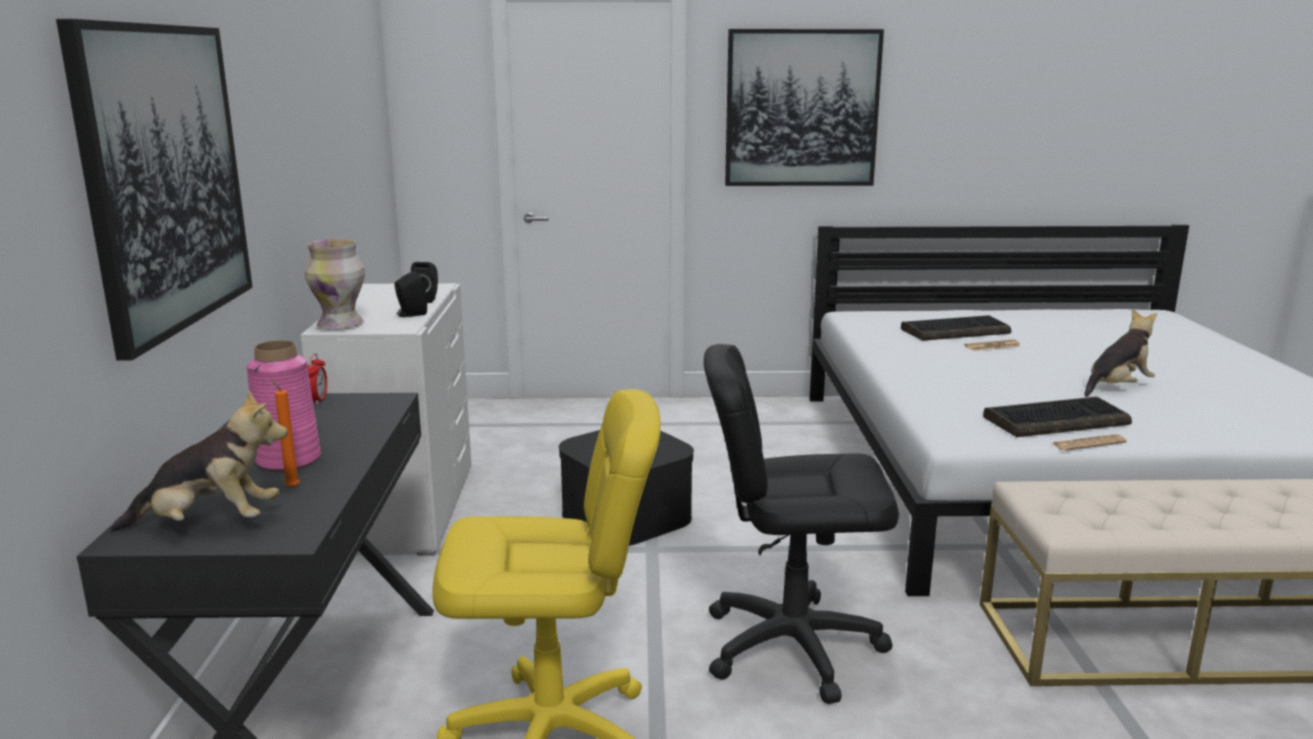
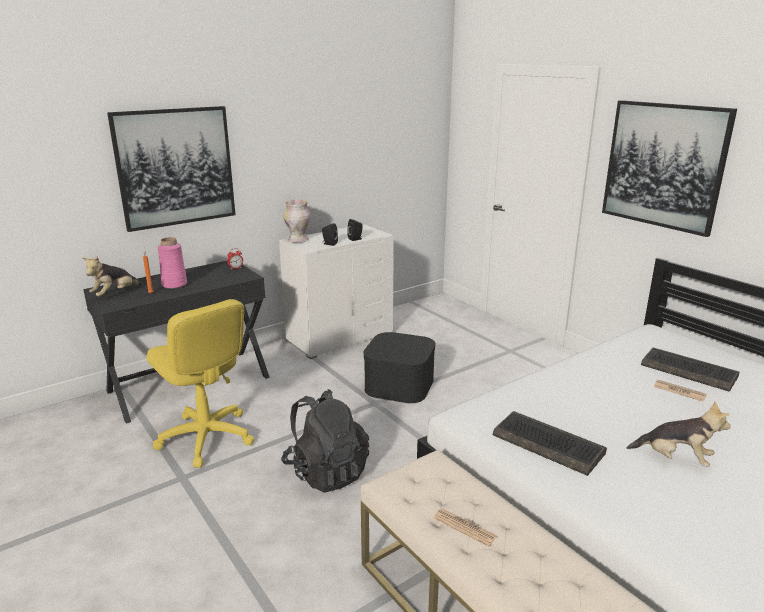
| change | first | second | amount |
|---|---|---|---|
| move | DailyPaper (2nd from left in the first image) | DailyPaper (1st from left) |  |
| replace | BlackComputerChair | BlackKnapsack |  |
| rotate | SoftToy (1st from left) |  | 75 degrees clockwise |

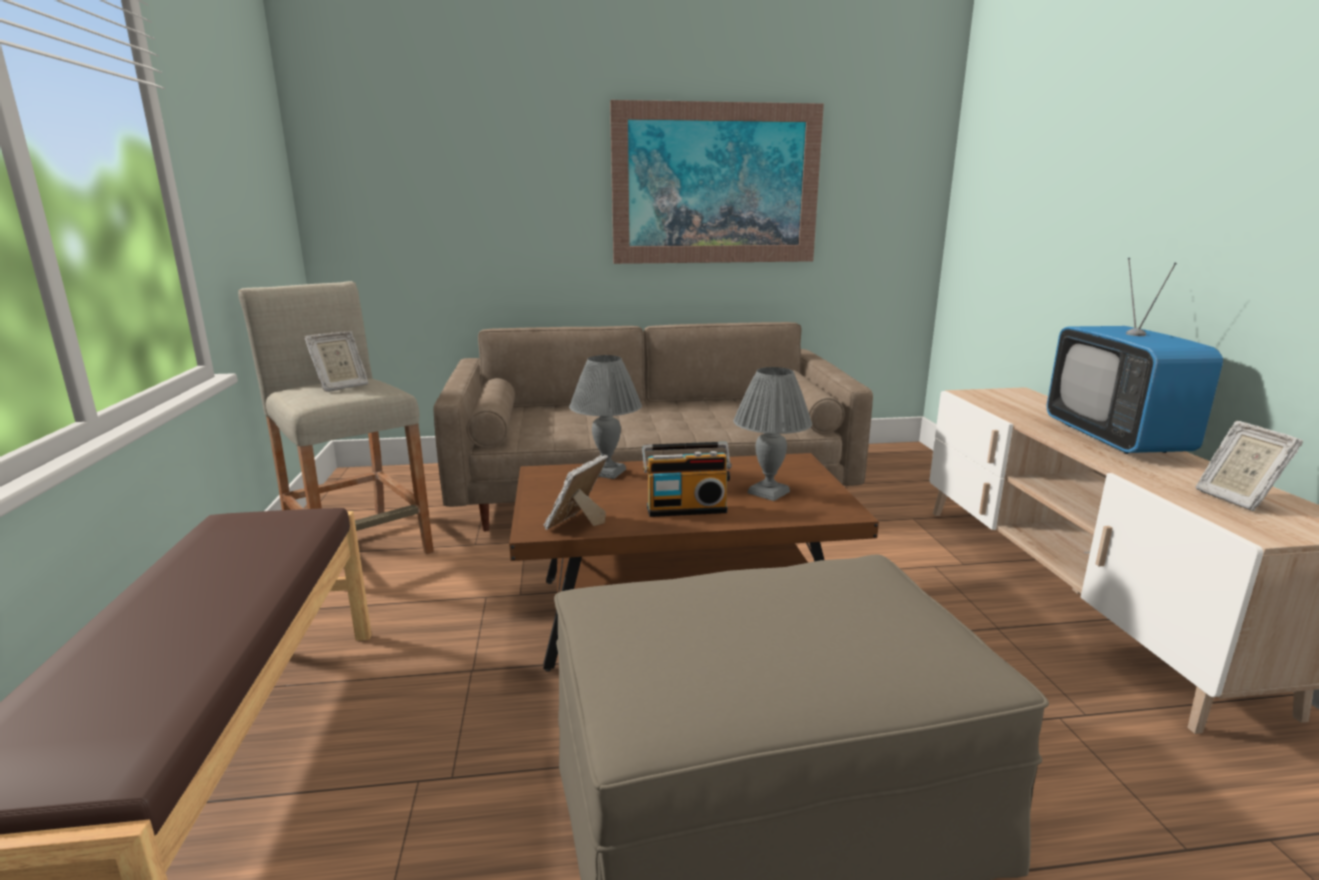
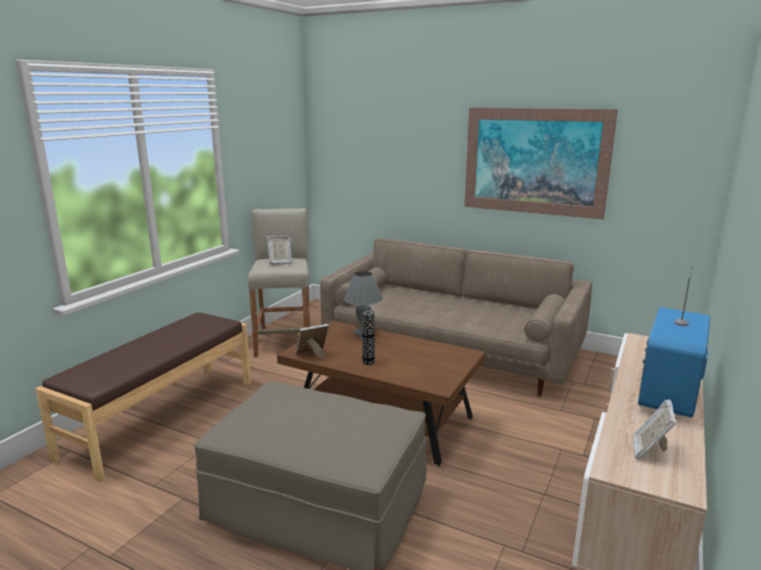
| change | first | second | amount |
|---|---|---|---|
| delete | GreyishTableLamp (2nd from left) |  |  |
| replace | Radio | FlowerVase |  |

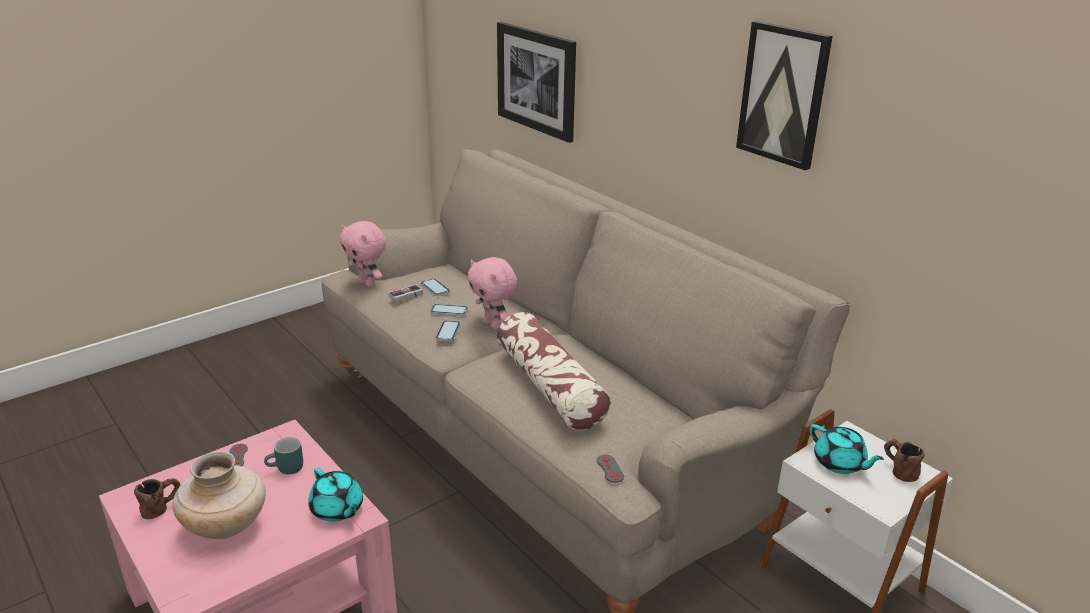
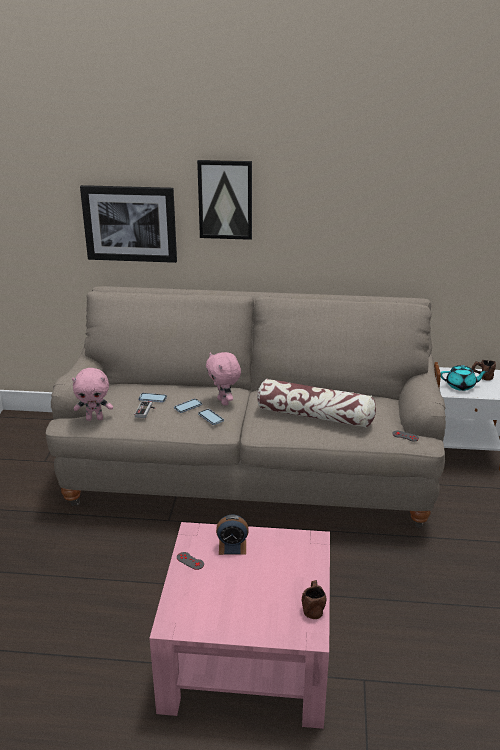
| change | first | second | amount |
|---|---|---|---|
| delete | SandColouredFlowerVase |  |  |
| delete | TurquoiseTeaPot (1st from left) |  |  |
| move | BrownishCoffeeMug (1st from left) |  |  |
| move | Picture (2nd from left) |  |  |
| replace | TurquoiseCoffeeMug | TableClock |  |
| rotate | PinkishSoftToy (2nd from left) |  | 60 degrees clockwise |

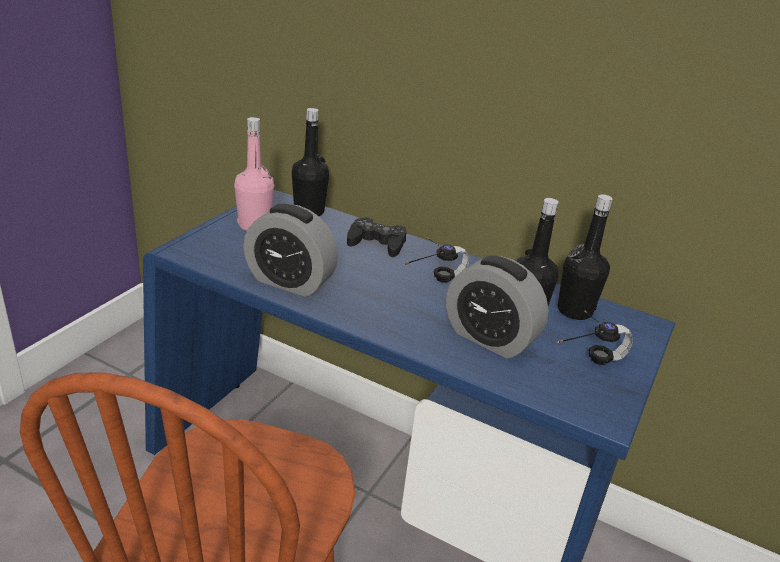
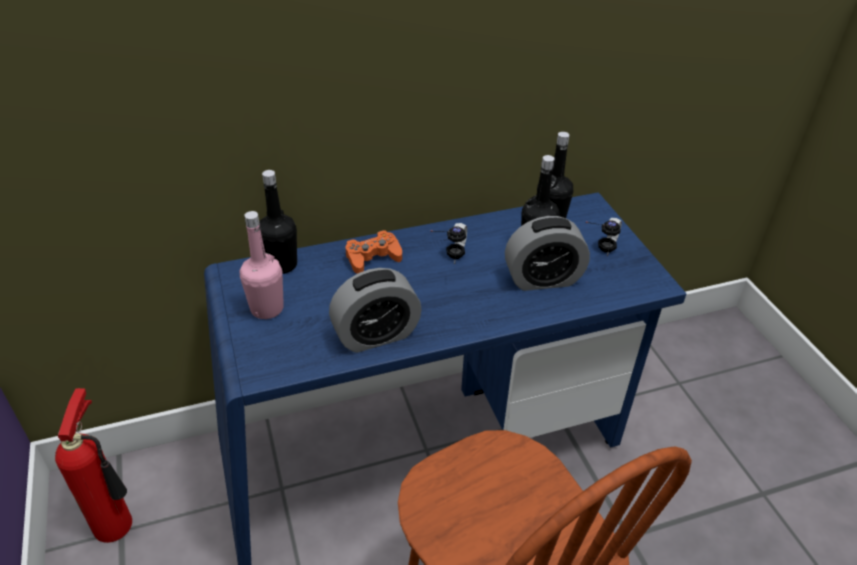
| change | first | second | amount |
|---|---|---|---|
| insert |  | FireExtinguisher |  |
| recolor | BlackJoypad | OrangeColouredJoypad |  |

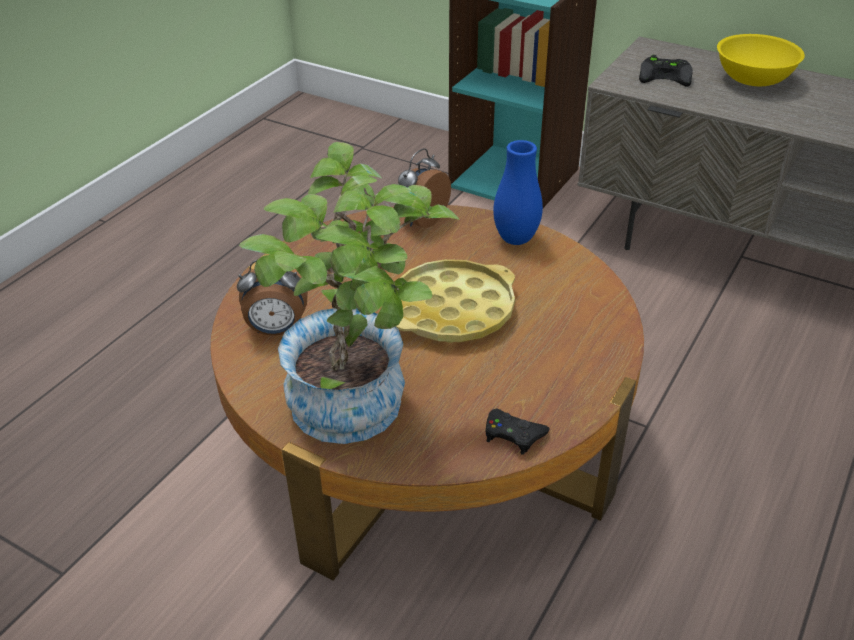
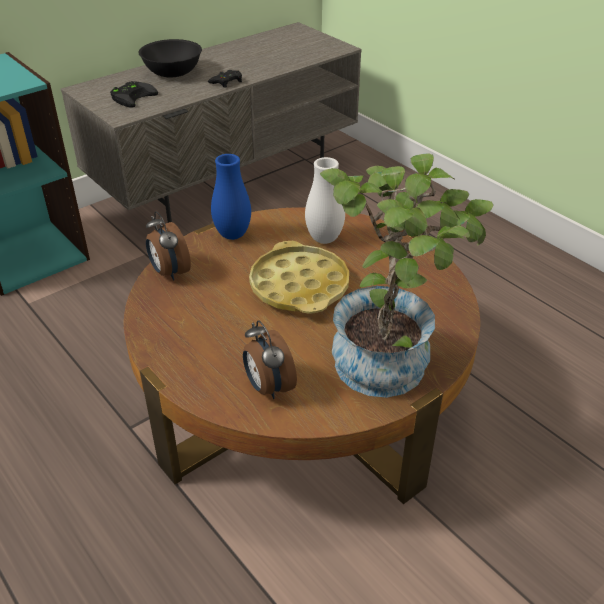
| change | first | second | amount |
|---|---|---|---|
| insert |  | WhiteFlowerVase |  |
| move | BlackJoypad (1st from left in the first image) | BlackJoypad (2nd from left) |  |
| recolor | YellowServingBowl | BlackServingBowl |  |
| rotate | TableClock (1st from left in the first image) | TableClock (2nd from left) | 135 degrees clockwise |

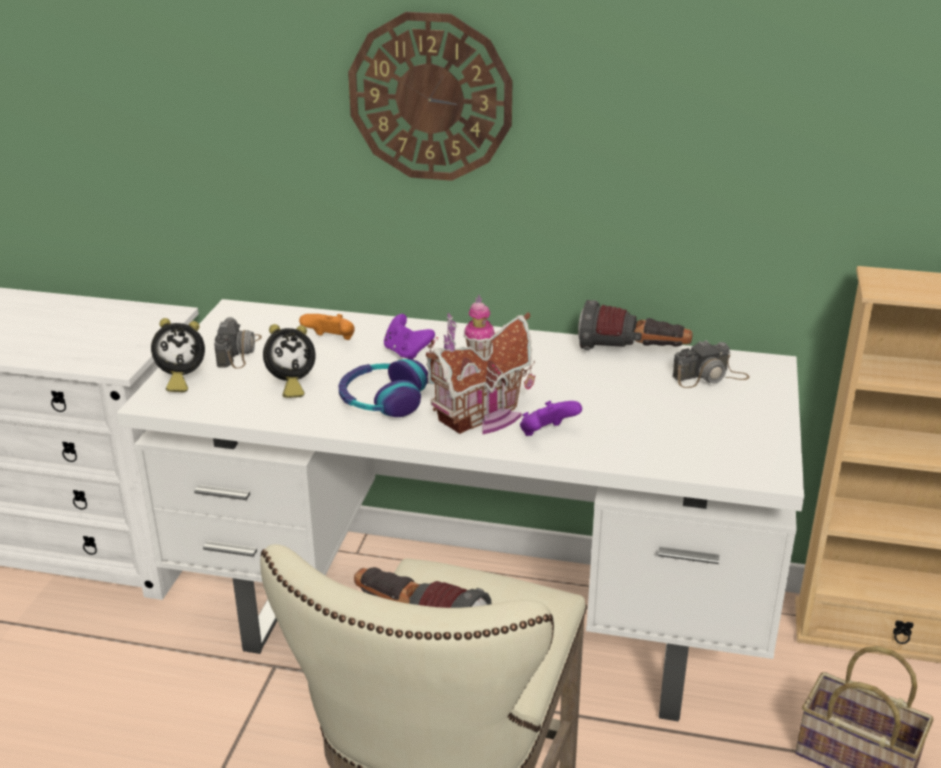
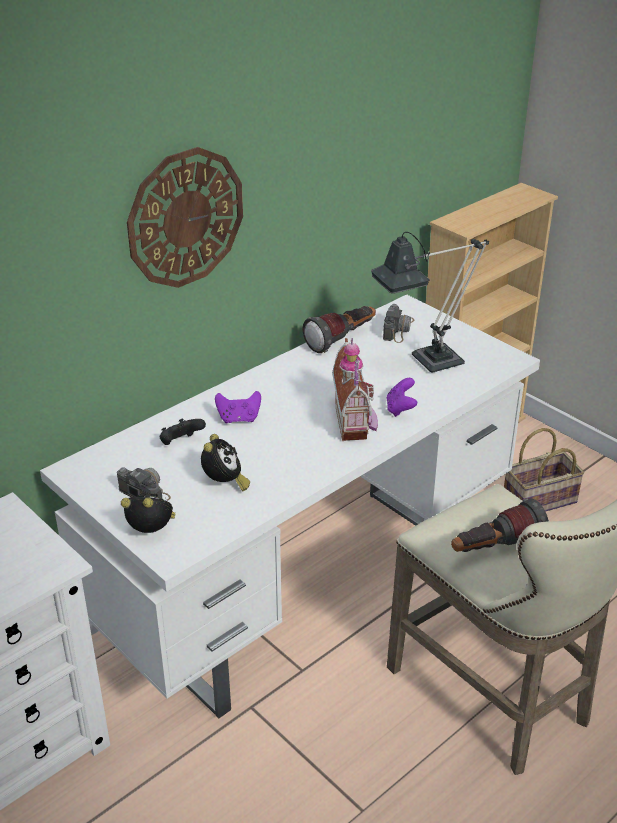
| change | first | second | amount |
|---|---|---|---|
| delete | Headphones |  |  |
| insert |  | TableLamp |  |
| recolor | OrangeColouredJoypad | BlackJoypad |  |
| rotate | TableClock (1st from left) |  | 90 degrees counterclockwise |

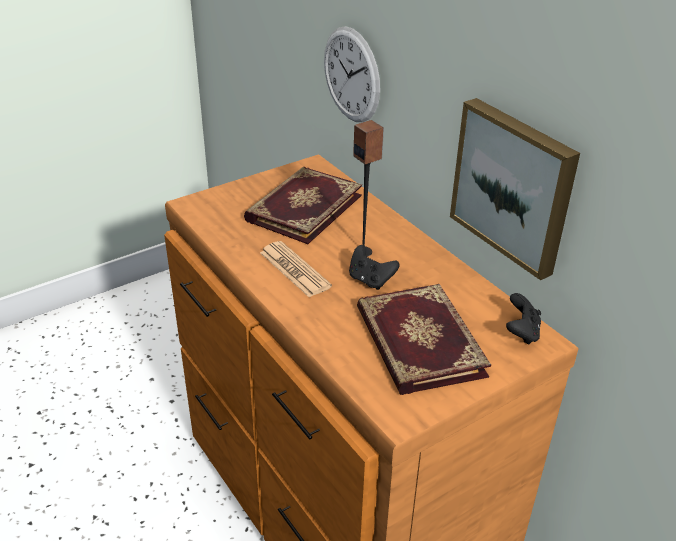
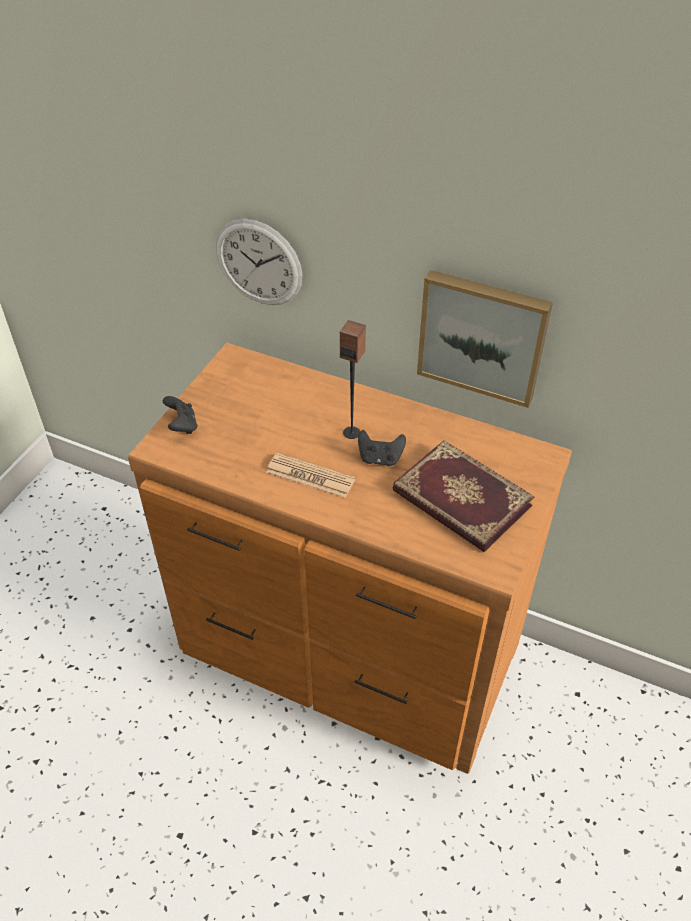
| change | first | second | amount |
|---|---|---|---|
| delete | Volume (1st from left) |  |  |
| move | BlackJoypad (2nd from left in the first image) | BlackJoypad (1st from left) |  |

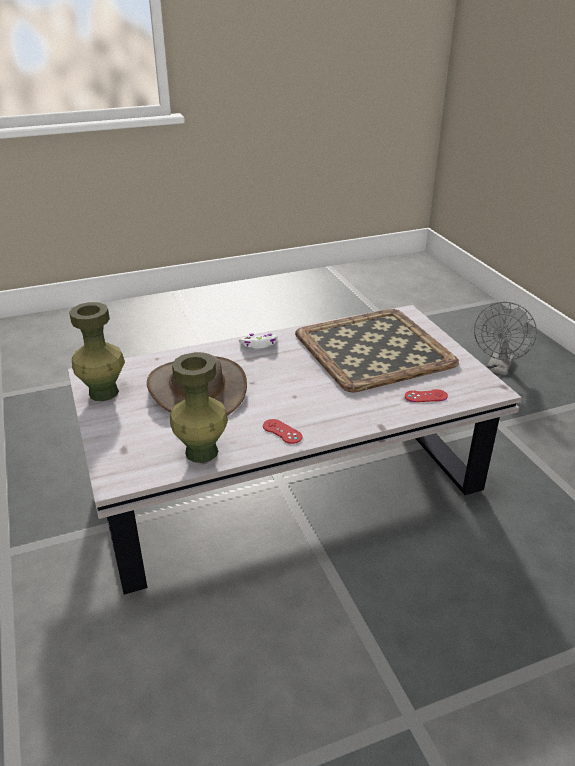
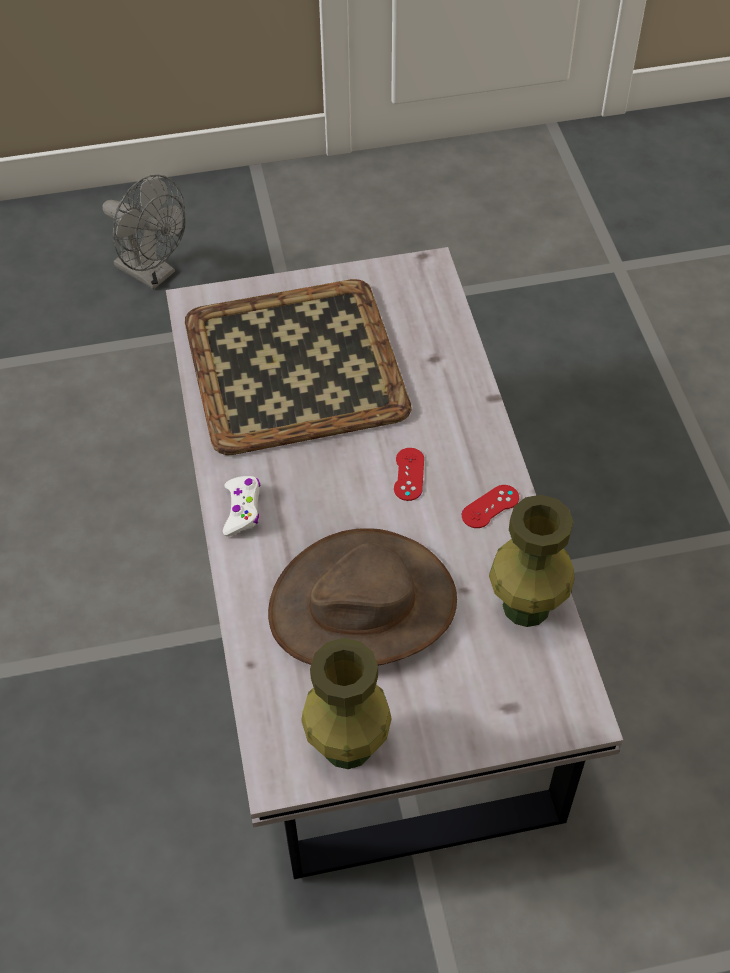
| change | first | second | amount |
|---|---|---|---|
| move | RedColouredJoypad (2nd from left in the first image) | RedColouredJoypad (1st from left) |  |

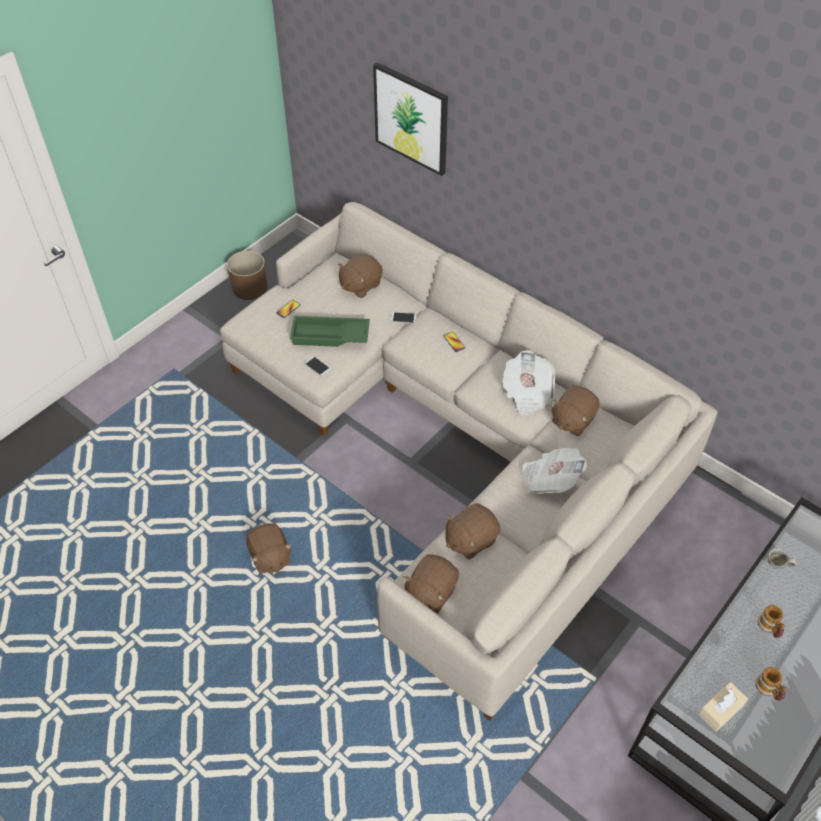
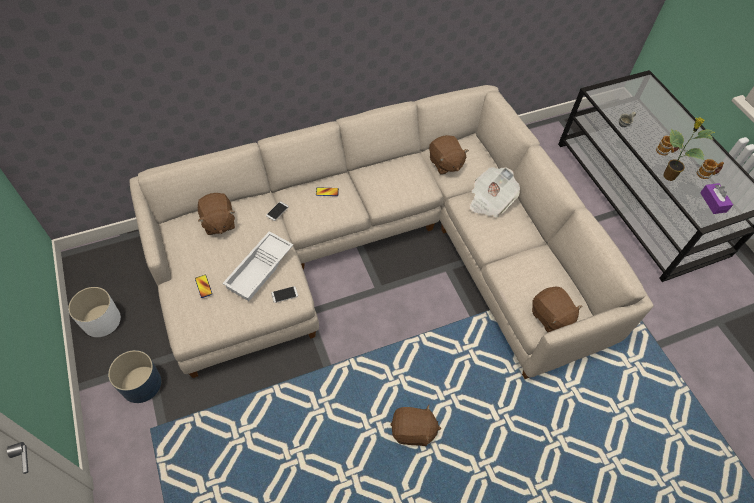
| change | first | second | amount |
|---|---|---|---|
| delete | Picture |  |  |
| delete | BrownishSoftToy (4th from left) |  |  |
| delete | DailyPaper (1st from left) |  |  |
| insert |  | BluePlantPot |  |
| insert |  | PottedPlant |  |
| recolor | BrownishPlantPot | WhitePlantPot |  |
| recolor | GreenishServingTray | WhiteServingTray |  |
| recolor | SandColouredBoxOfTissues | PurpleColouredBoxOfTissues |  |

